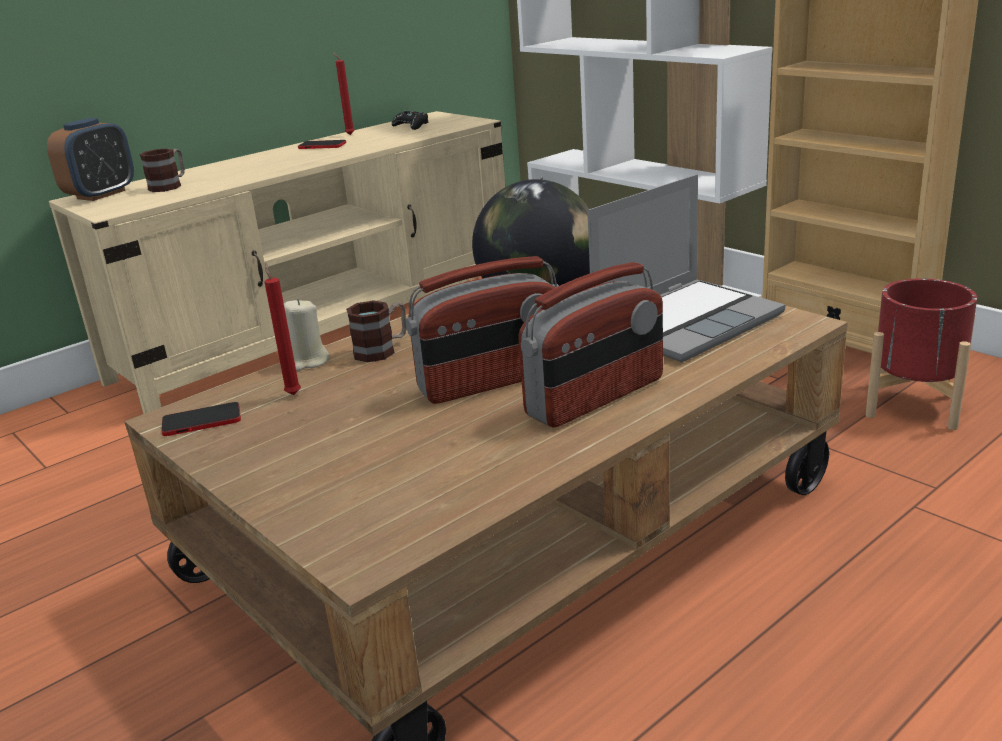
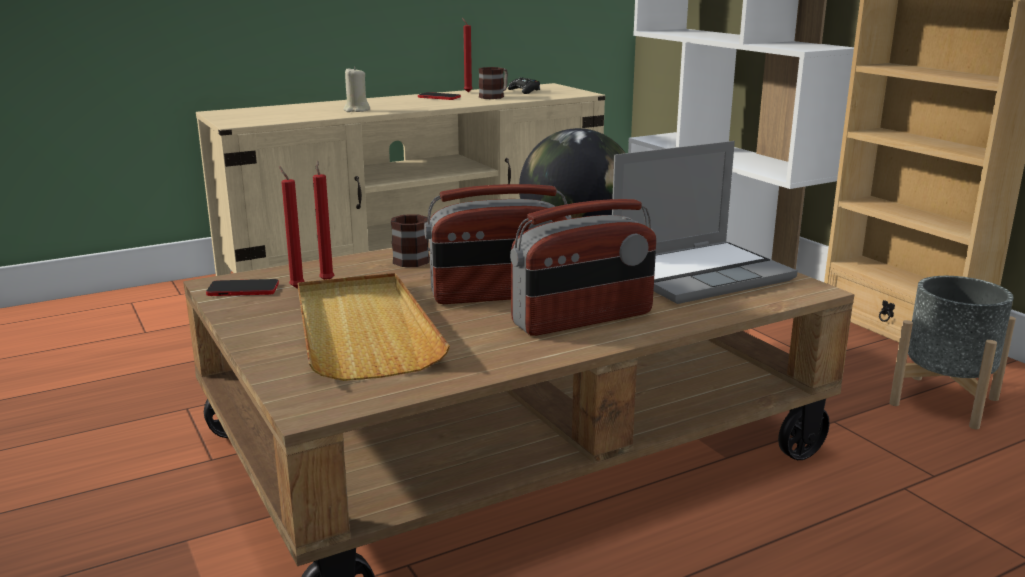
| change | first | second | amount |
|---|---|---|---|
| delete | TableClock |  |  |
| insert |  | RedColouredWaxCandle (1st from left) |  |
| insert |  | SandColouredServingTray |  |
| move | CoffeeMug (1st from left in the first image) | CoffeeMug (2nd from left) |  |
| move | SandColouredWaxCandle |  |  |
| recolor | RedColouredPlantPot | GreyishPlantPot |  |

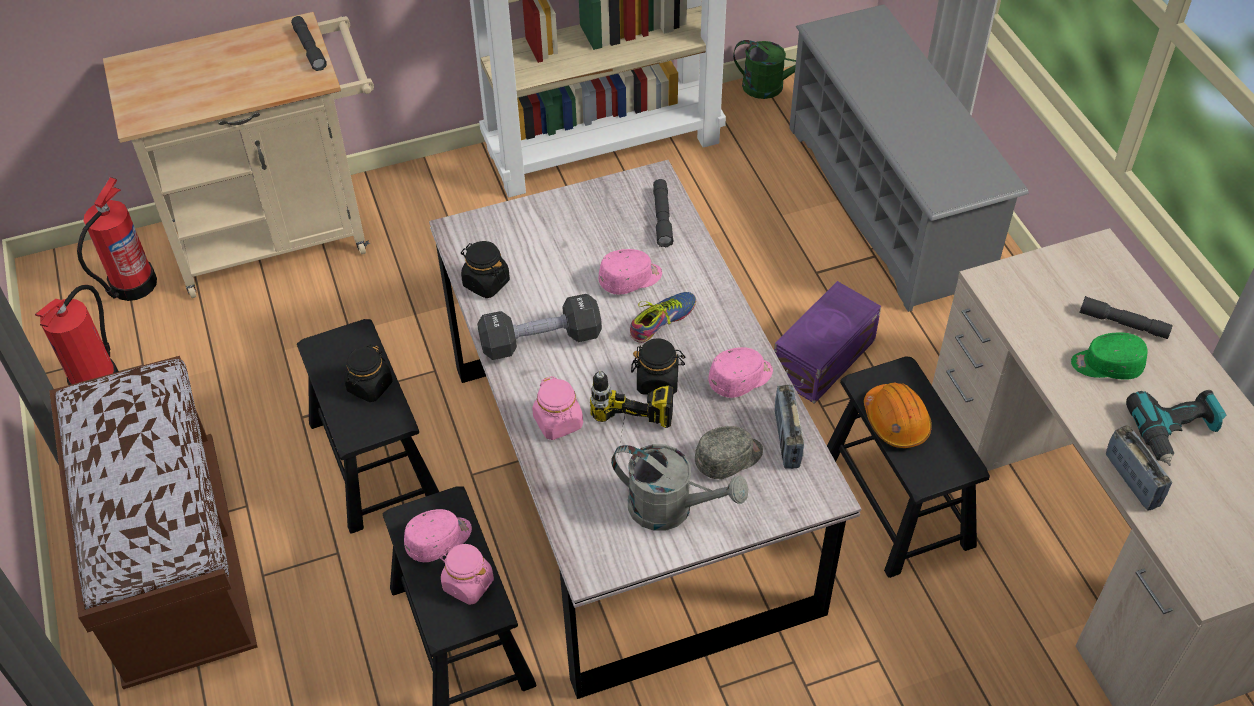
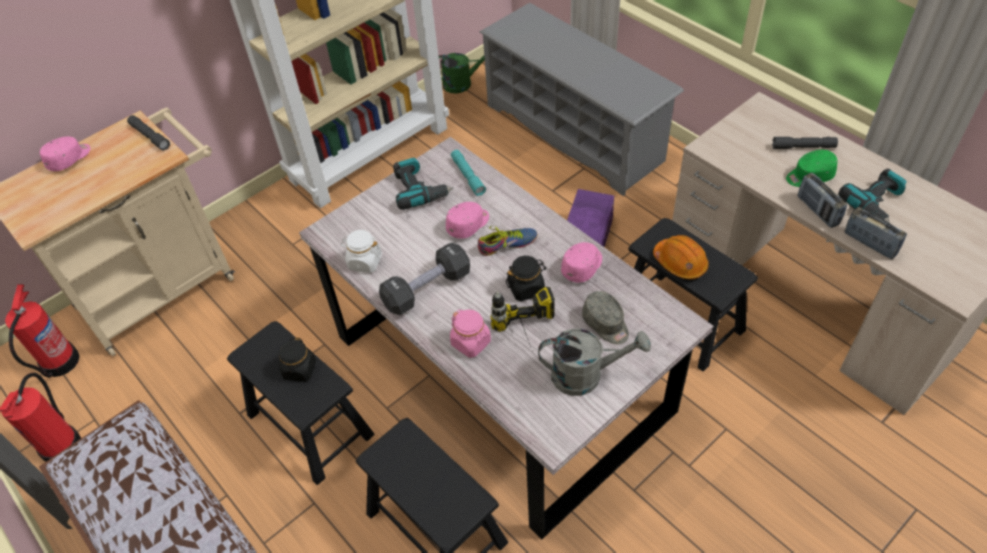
| change | first | second | amount |
|---|---|---|---|
| delete | PinkishPreserveJar (1st from left) |  |  |
| insert |  | Drill (1st from left) |  |
| move | PinkishCap (1st from left) |  |  |
| move | Radio (1st from left) |  |  |
| recolor | BlackPreserveJar (2nd from left) | WhitePreserveJar |  |
| recolor | GreyishFlashlight (2nd from left) | TurquoiseFlashlight |  |
| rotate | Shoe |  | 45 degrees clockwise |
| rotate | GreyishCap |  | 105 degrees clockwise |

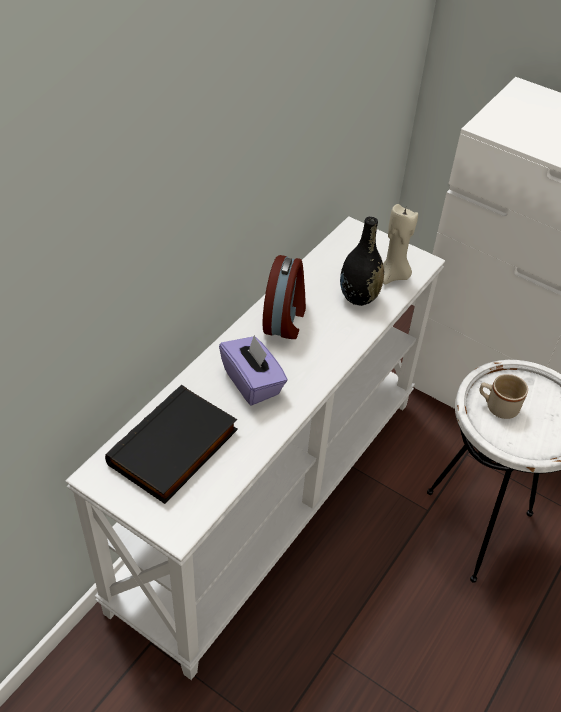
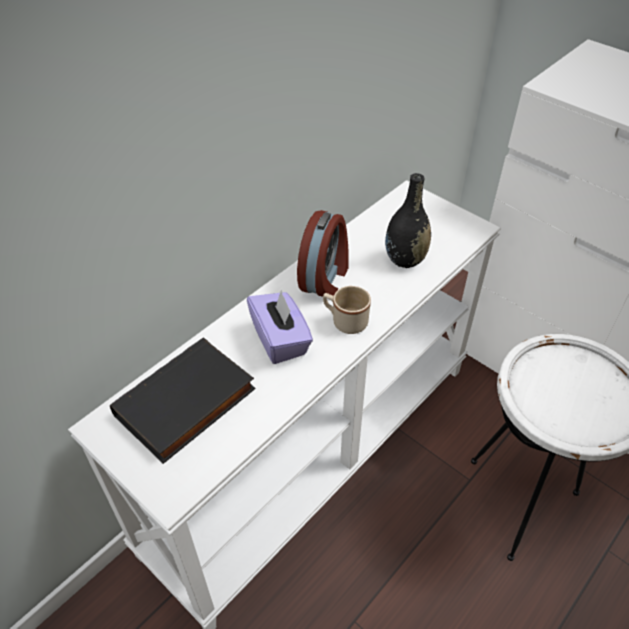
| change | first | second | amount |
|---|---|---|---|
| delete | SandColouredWaxCandle |  |  |
| move | SandColouredCoffeeMug |  |  |

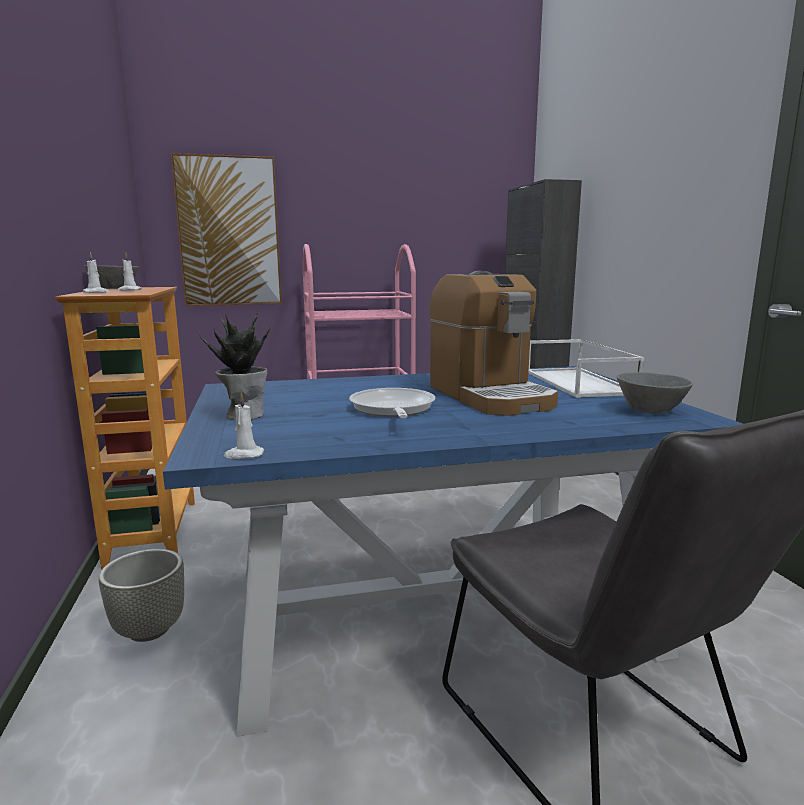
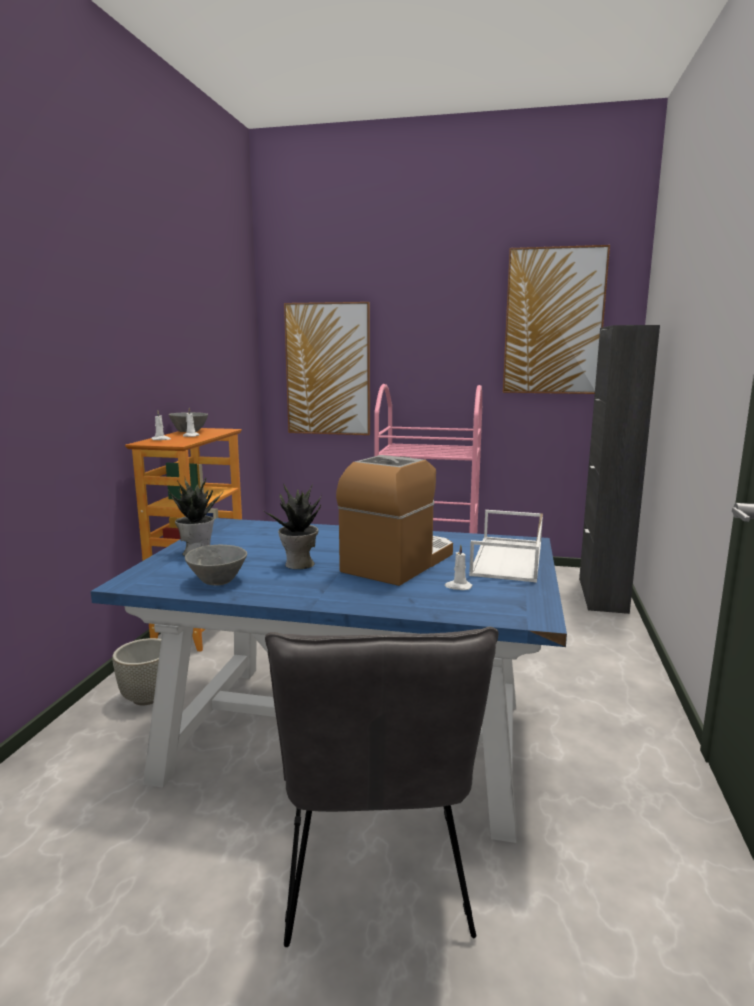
| change | first | second | amount |
|---|---|---|---|
| insert |  | Picture (2nd from left) |  |
| move | WhiteWaxCandle (3rd from left) |  |  |
| move | GreyishServingBowl (2nd from left) |  |  |
| replace | Pan | PottedPlant (2nd from left) |  |
| rotate | CoffeeMaker |  | 150 degrees counterclockwise |

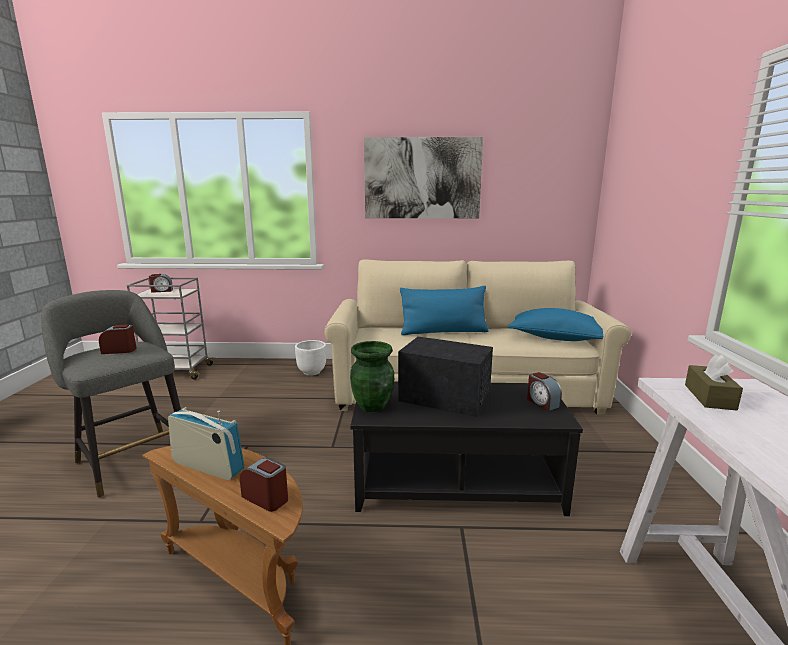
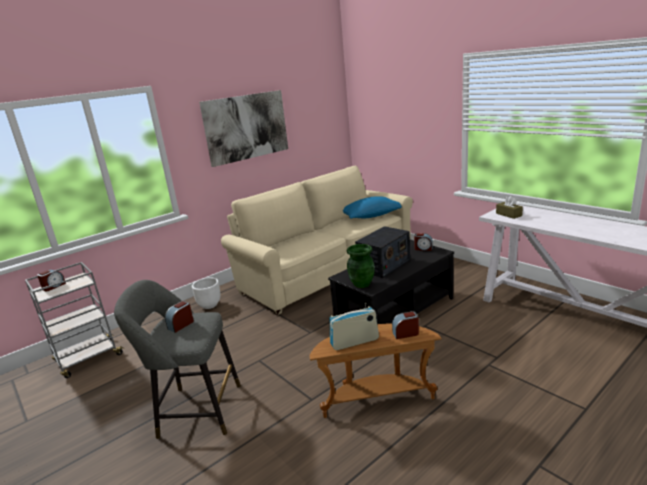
| change | first | second | amount |
|---|---|---|---|
| delete | BlueThrowPillow (1st from left) |  |  |
| rotate | Radio (2nd from left) |  | 150 degrees clockwise |

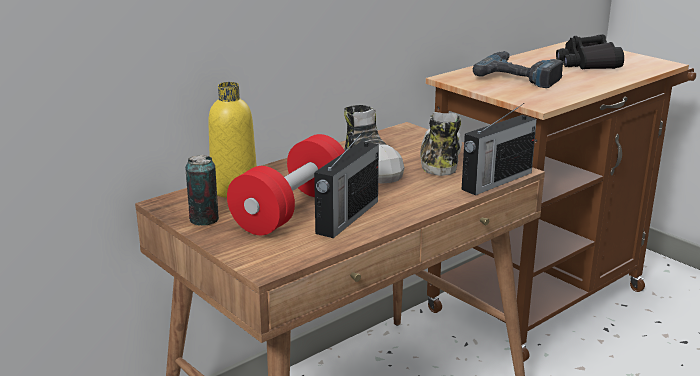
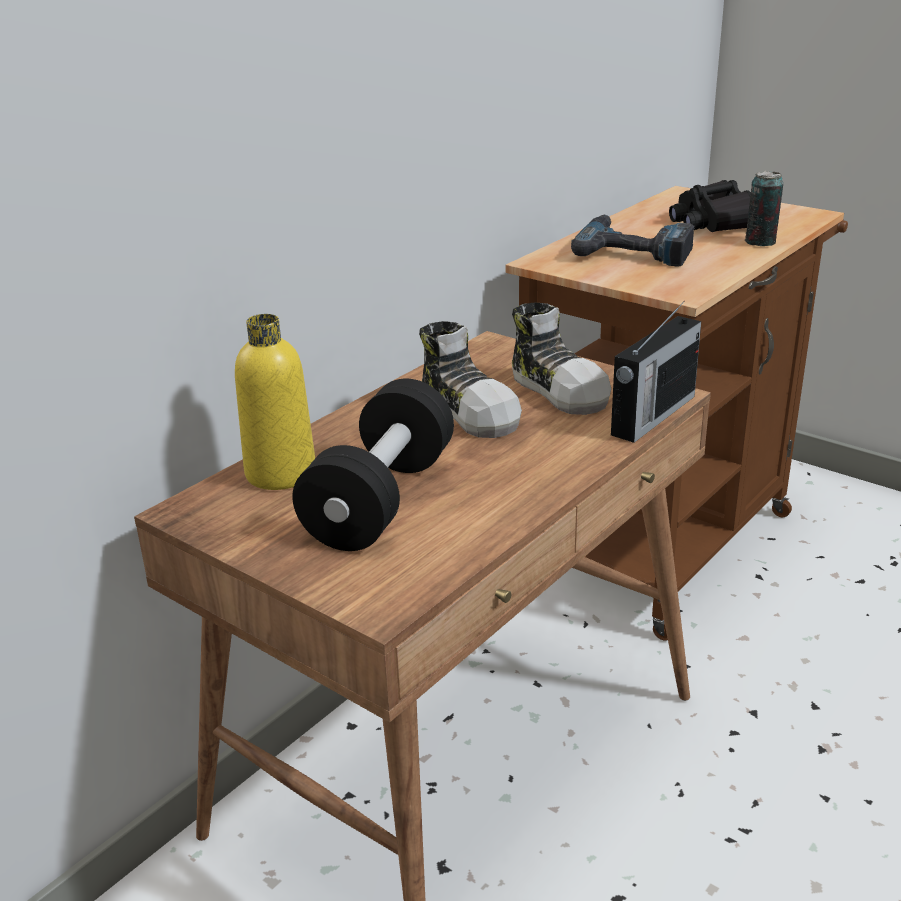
| change | first | second | amount |
|---|---|---|---|
| delete | Radio (1st from left) |  |  |
| move | Can |  |  |
| recolor | RedColouredFreeWeight | BlackFreeWeight |  |
| rotate | Shoe (2nd from left) |  | 150 degrees clockwise |

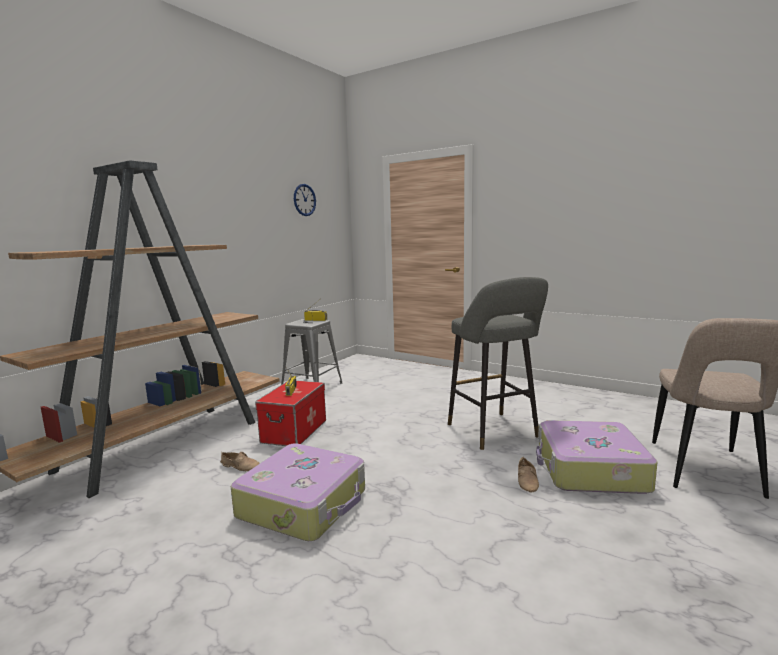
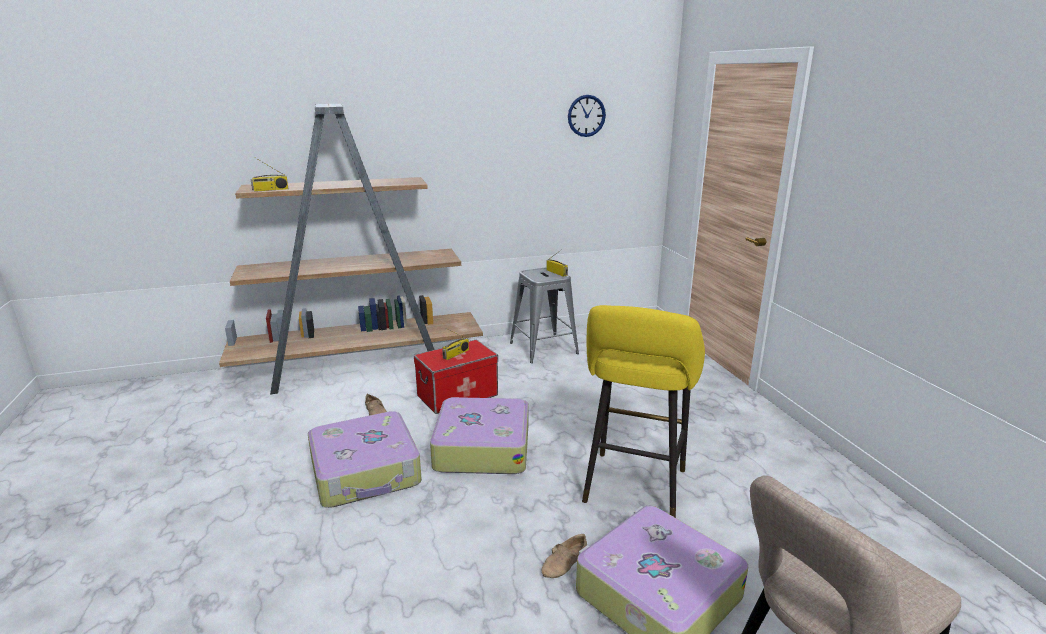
| change | first | second | amount |
|---|---|---|---|
| insert |  | Radio (1st from left) |  |
| insert |  | Suitcase (2nd from left) |  |
| recolor | GreyishStool (2nd from left) | YellowStool |  |

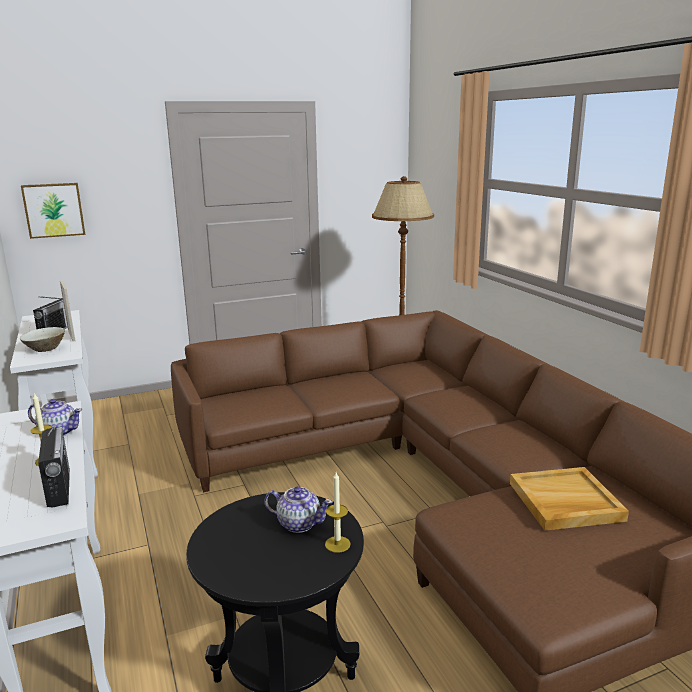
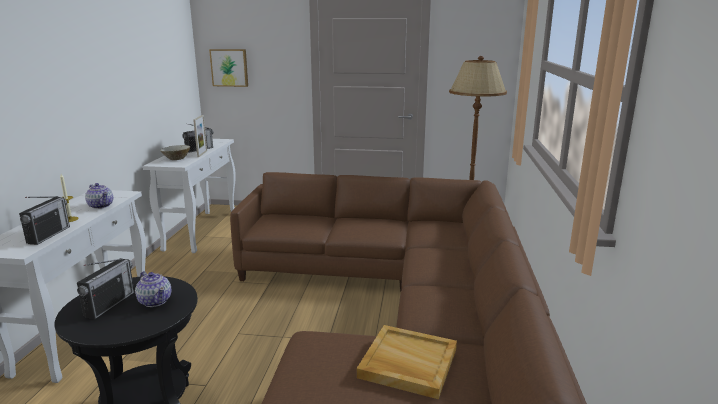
| change | first | second | amount |
|---|---|---|---|
| delete | WaxCandle (2nd from left) |  |  |
| insert |  | Radio (2nd from left) |  |

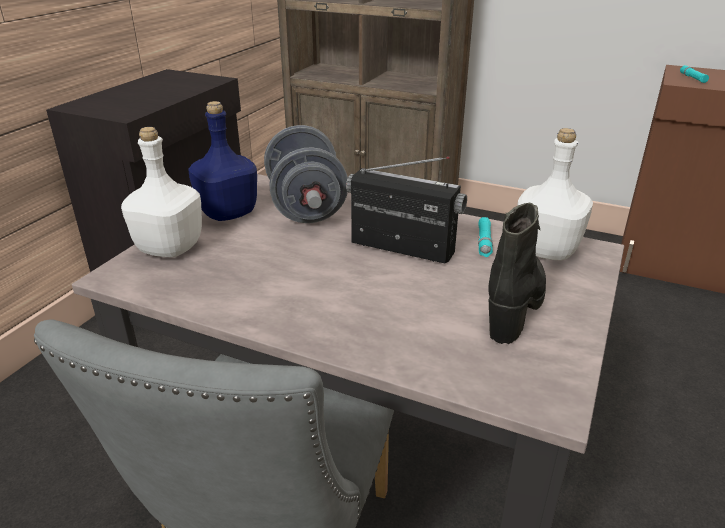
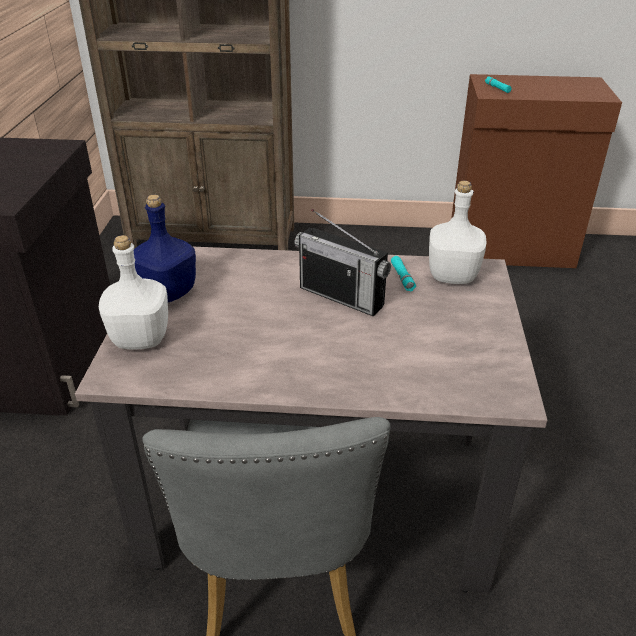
| change | first | second | amount |
|---|---|---|---|
| delete | GreyishFreeWeight |  |  |
| delete | BlackHighTopBoot |  |  |
| rotate | Radio |  | 150 degrees counterclockwise |

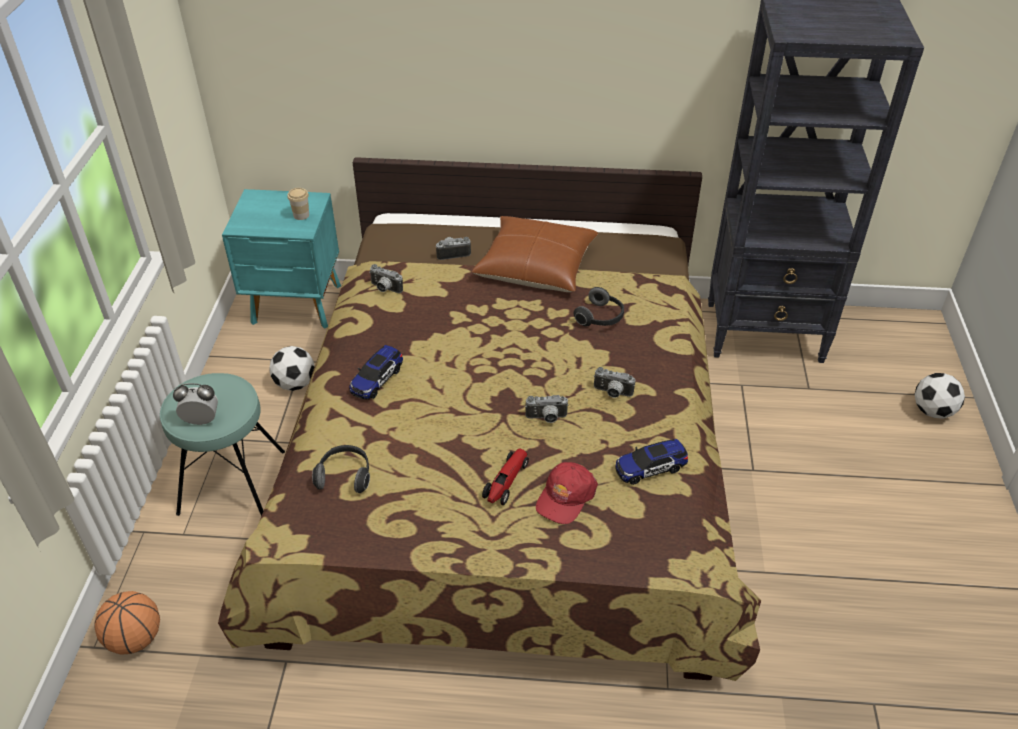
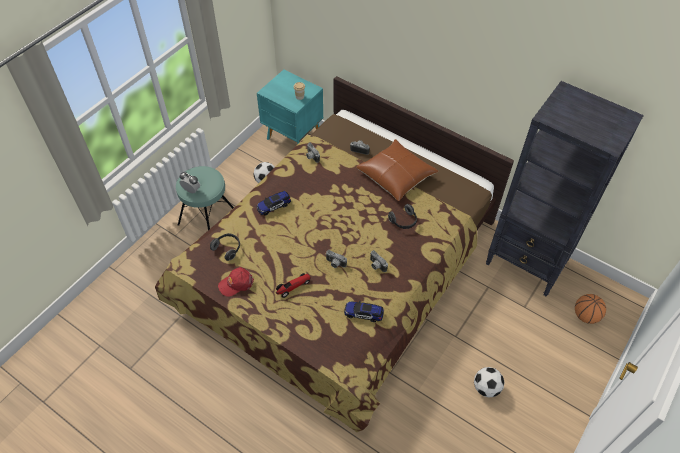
| change | first | second | amount |
|---|---|---|---|
| move | Basketball |  |  |
| move | RedColouredCap |  |  |
| move | BallForFootball (2nd from left) |  |  |

